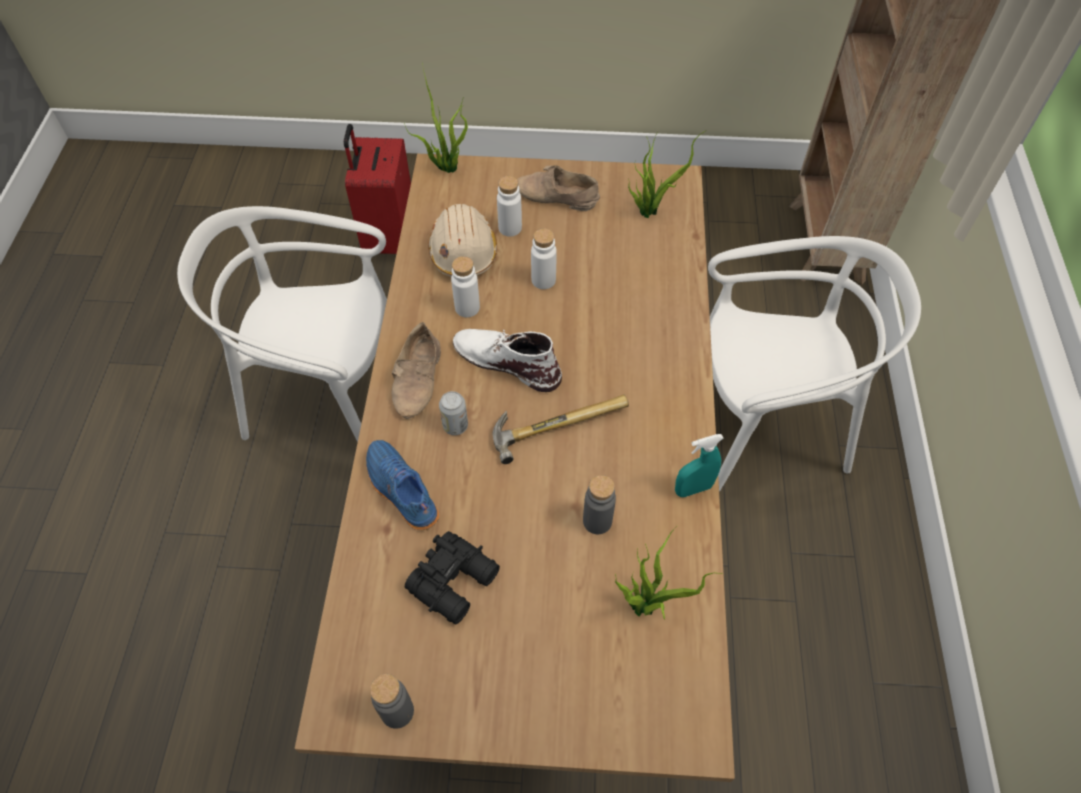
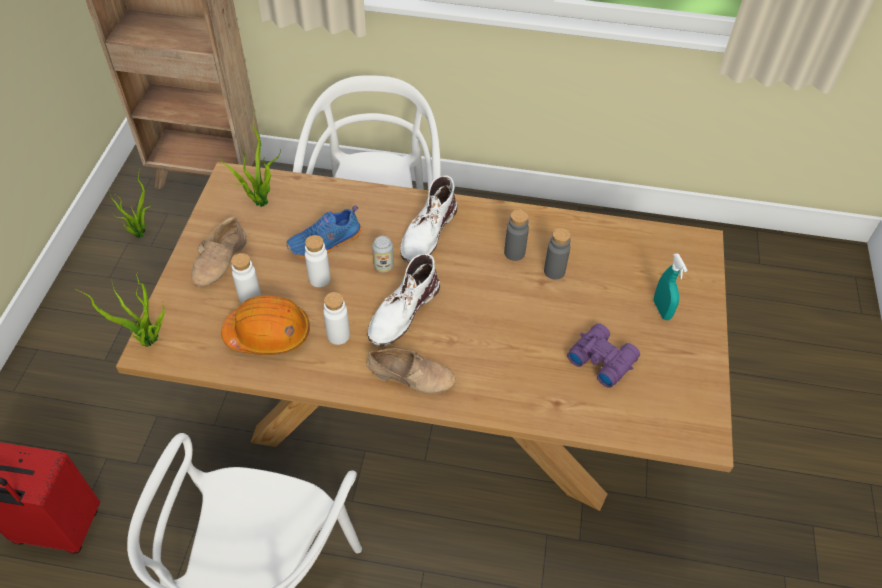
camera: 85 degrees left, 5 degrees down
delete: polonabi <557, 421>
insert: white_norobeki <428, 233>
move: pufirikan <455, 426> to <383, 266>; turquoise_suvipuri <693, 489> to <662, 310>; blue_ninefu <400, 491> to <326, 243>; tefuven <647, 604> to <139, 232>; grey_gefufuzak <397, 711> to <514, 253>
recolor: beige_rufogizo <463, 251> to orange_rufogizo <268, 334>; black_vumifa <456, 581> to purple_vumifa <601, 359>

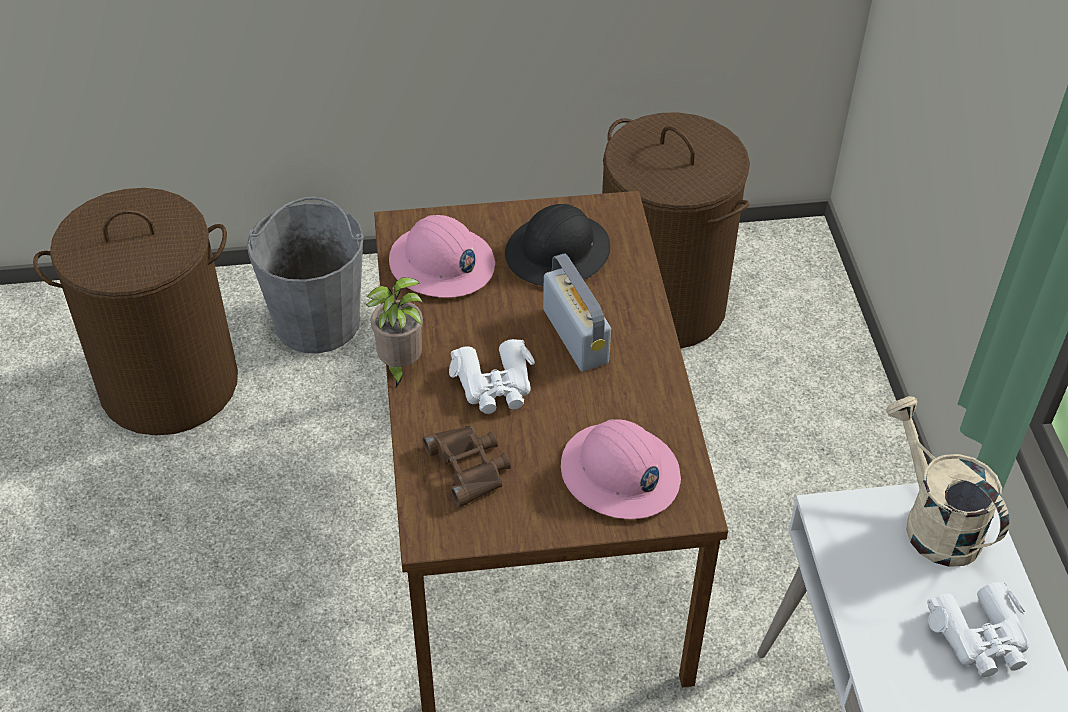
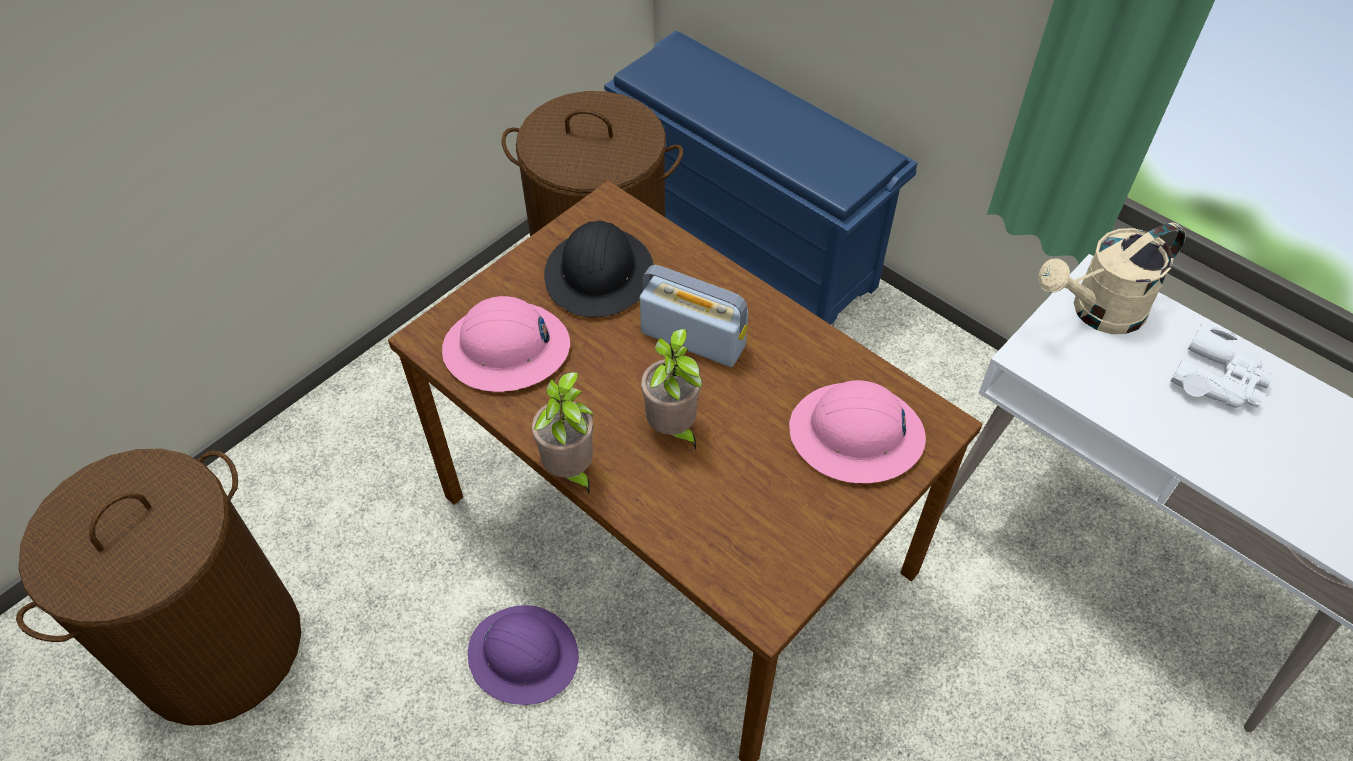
camera: 40 degrees left, 5 degrees up
delete: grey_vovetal <317, 321>; brown_vumifa <469, 467>
insert: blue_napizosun <748, 246>; purple_rufogizo <523, 655>
replace: white_vumifa <495, 385> to tefuven <673, 429>
rotate: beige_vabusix <933, 521> = <1097, 312> 45 degrees counterclockwise

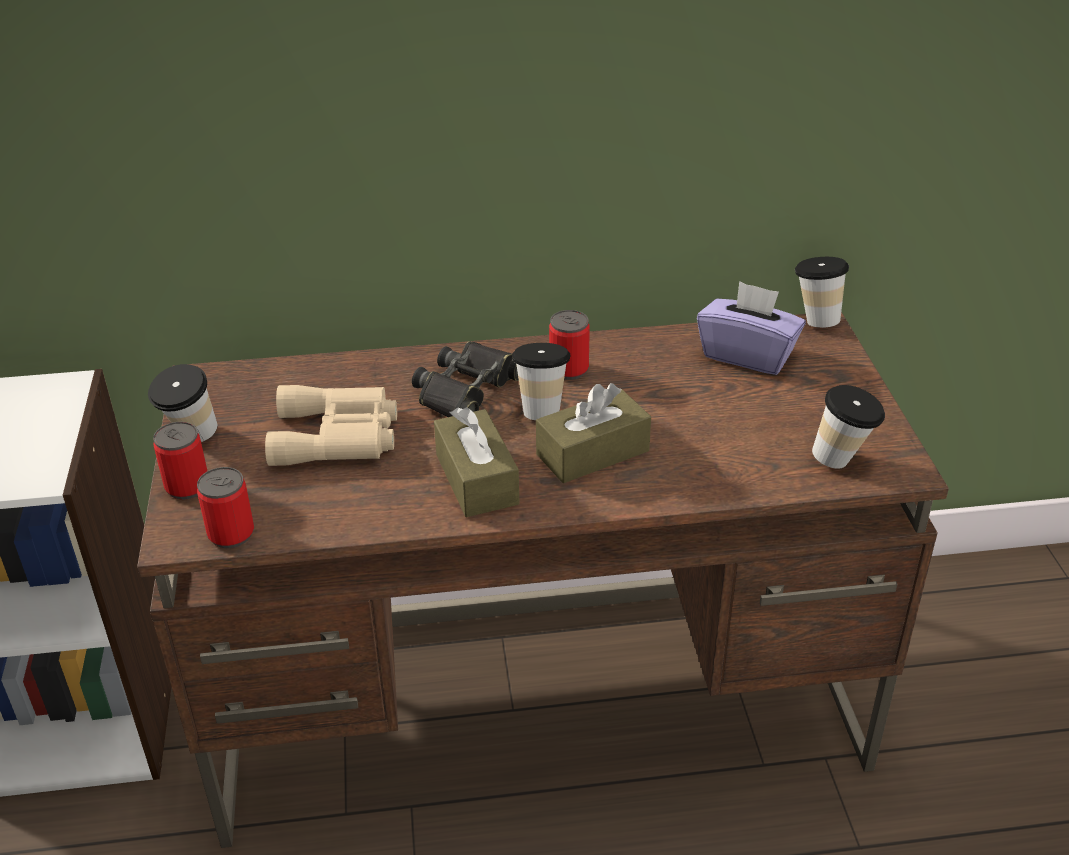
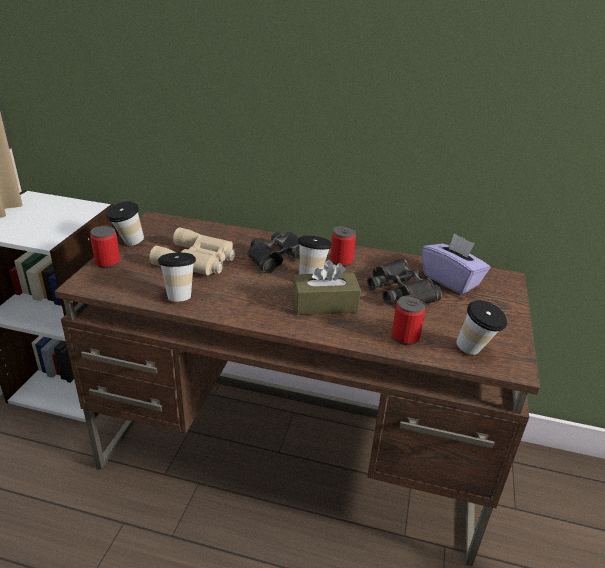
camera: 20 degrees right, 5 degrees down
delete: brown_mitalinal <476, 479>
insert: black_vumifa <400, 290>
move: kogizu <815, 319> to <179, 295>; pufirikan <231, 534> to <405, 337>

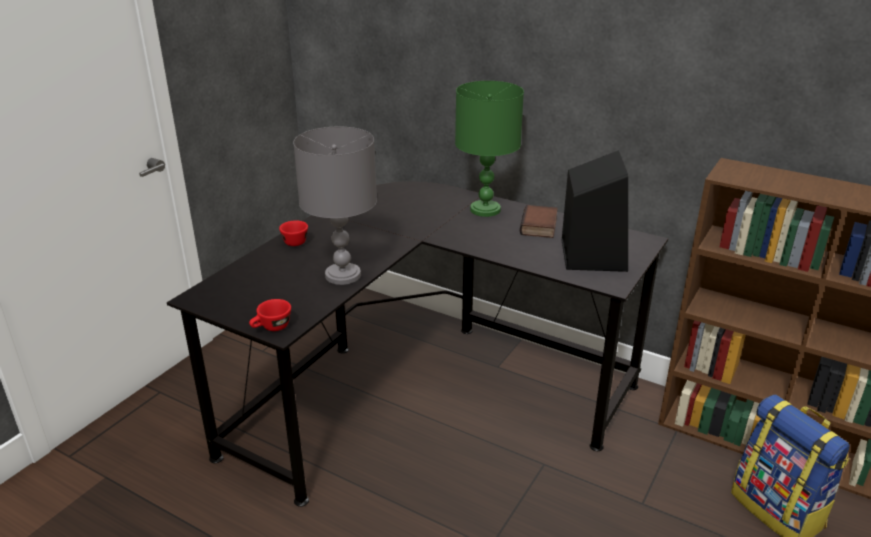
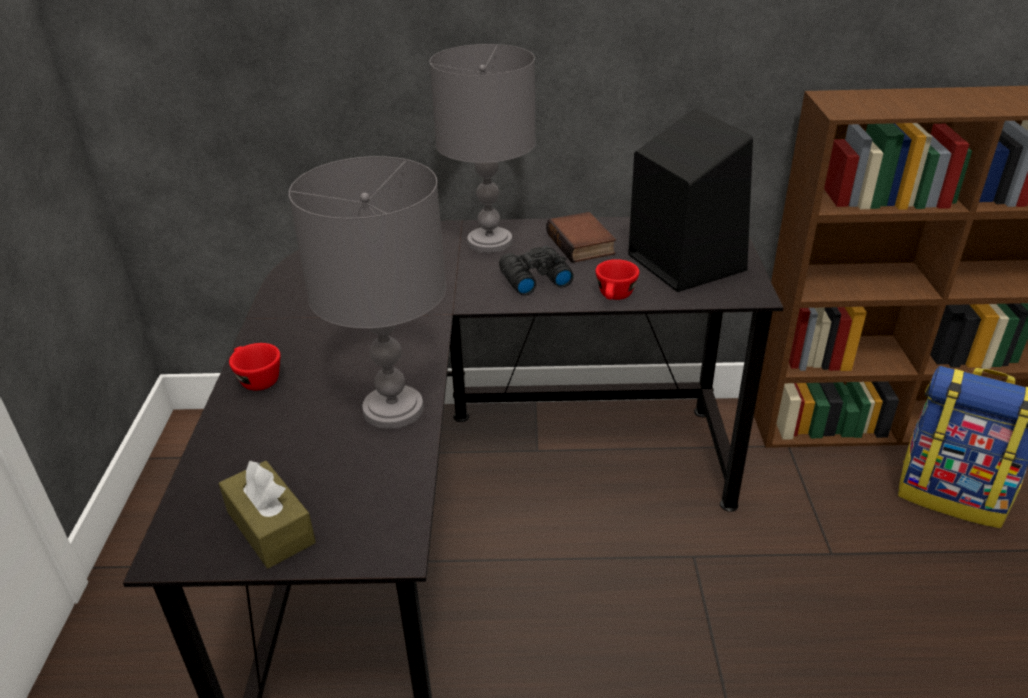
camera: 30 degrees left, 5 degrees up
insert: black_vumifa <533, 279>; brown_mitalinal <270, 527>
move: red_kogizu <271, 328> to <615, 297>
recolor: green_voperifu <485, 210> to grey_voperifu <491, 242>

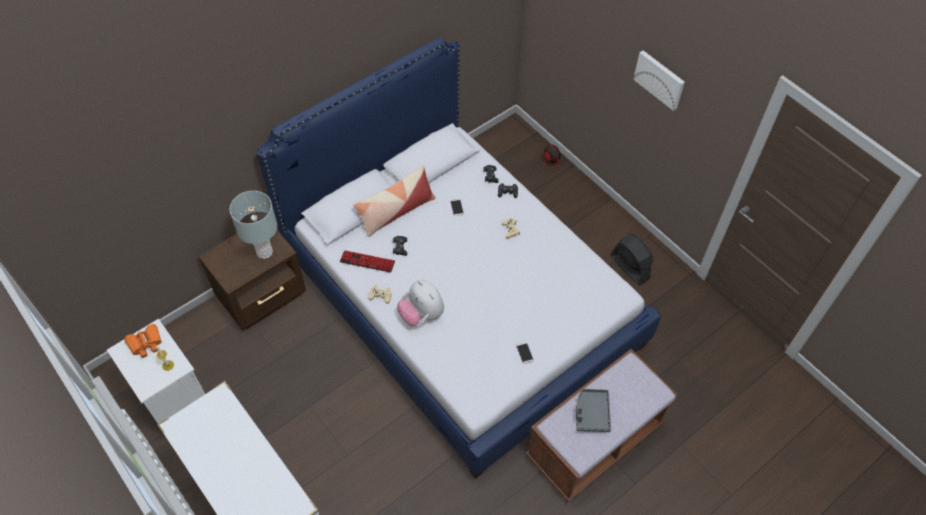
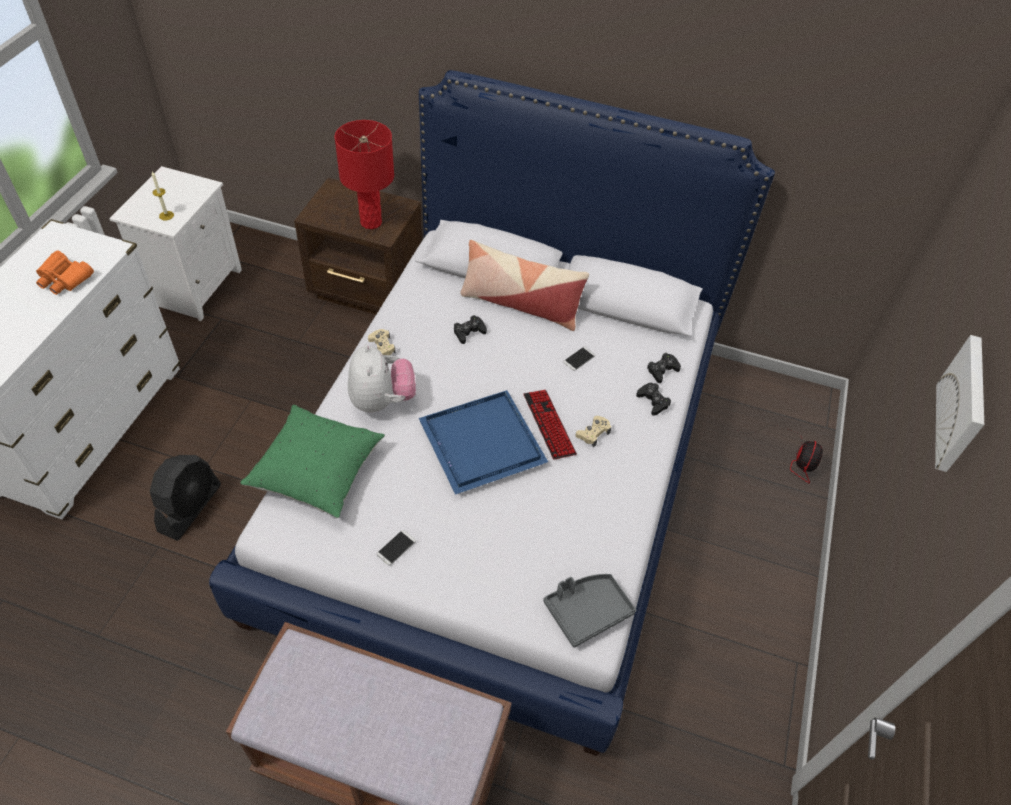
camera: 55 degrees right, 5 degrees down
insert: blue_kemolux <479, 441>; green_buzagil <317, 472>
move: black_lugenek <629, 267> to <190, 508>; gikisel <367, 262> to <549, 424>; orange_vumifa <146, 344> to <64, 279>; grey_kemolux <591, 413> to <587, 611>
recolor: grey_voperifu <264, 252> to red_voperifu <370, 222>
rotate: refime <421, 314> = <382, 400> 150 degrees clockwise

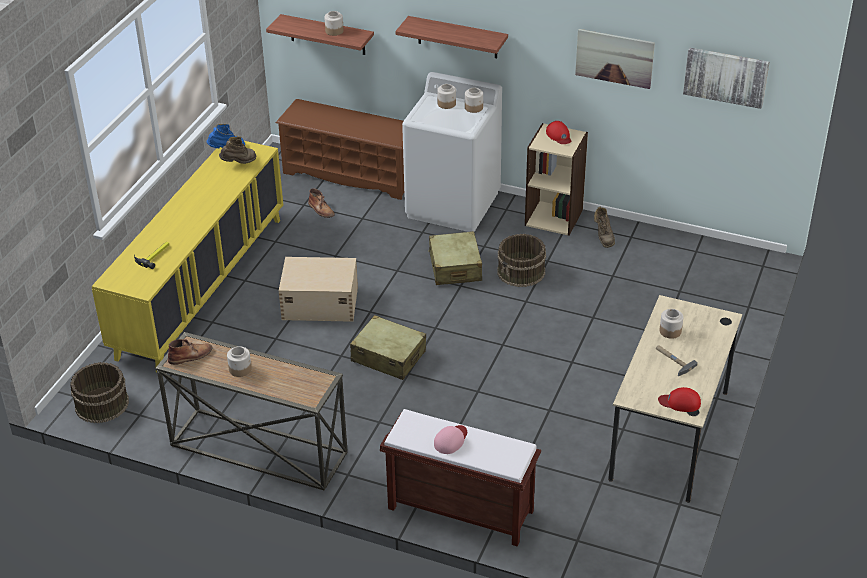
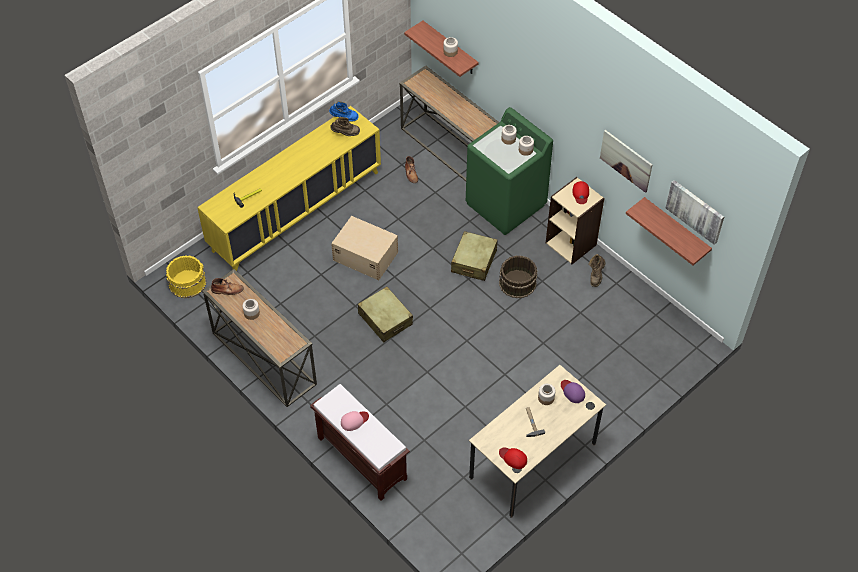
camera: 25 degrees right, 15 degrees up
insert: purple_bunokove <572, 392>
move: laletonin <457, 37> to <676, 229>
replace: brown_napizosun <350, 174> to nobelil <449, 148>
recolor: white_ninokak <453, 205> to green_ninokak <506, 204>; brown_vovetal <101, 404> to yellow_vovetal <187, 283>

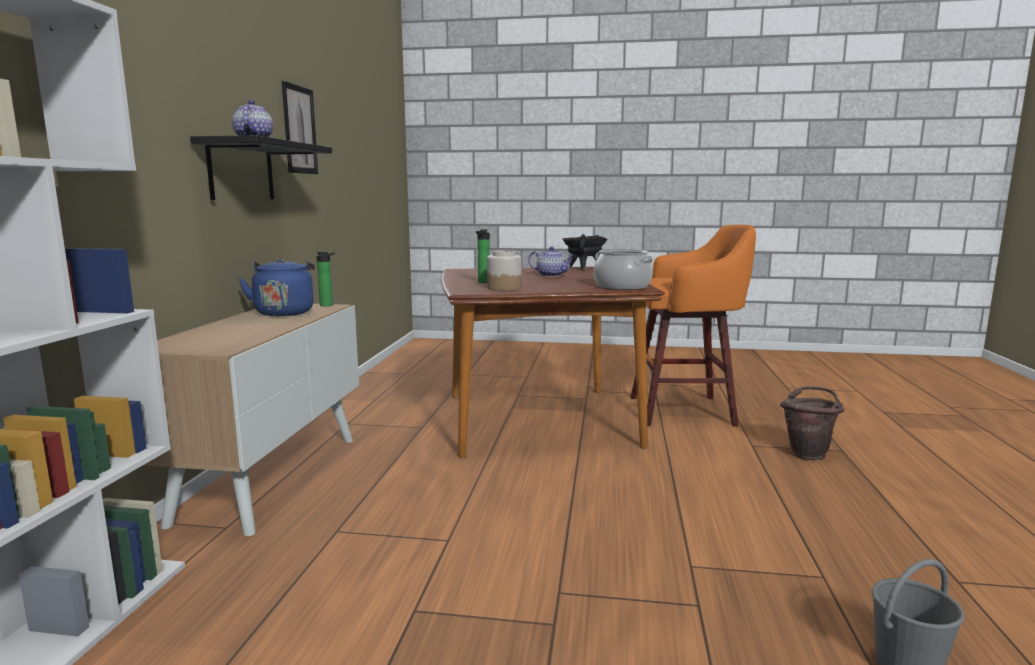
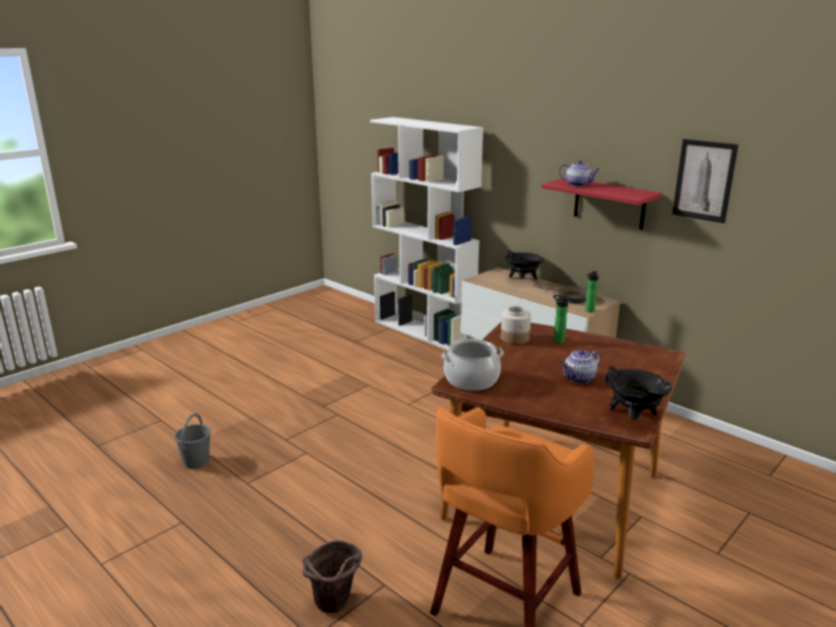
camera: 125 degrees right, 10 degrees up
insert: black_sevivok <523, 280>
replace: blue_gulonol <284, 312> to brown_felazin <570, 298>
recolor: black_laletonin <241, 171> to red_laletonin <609, 203>

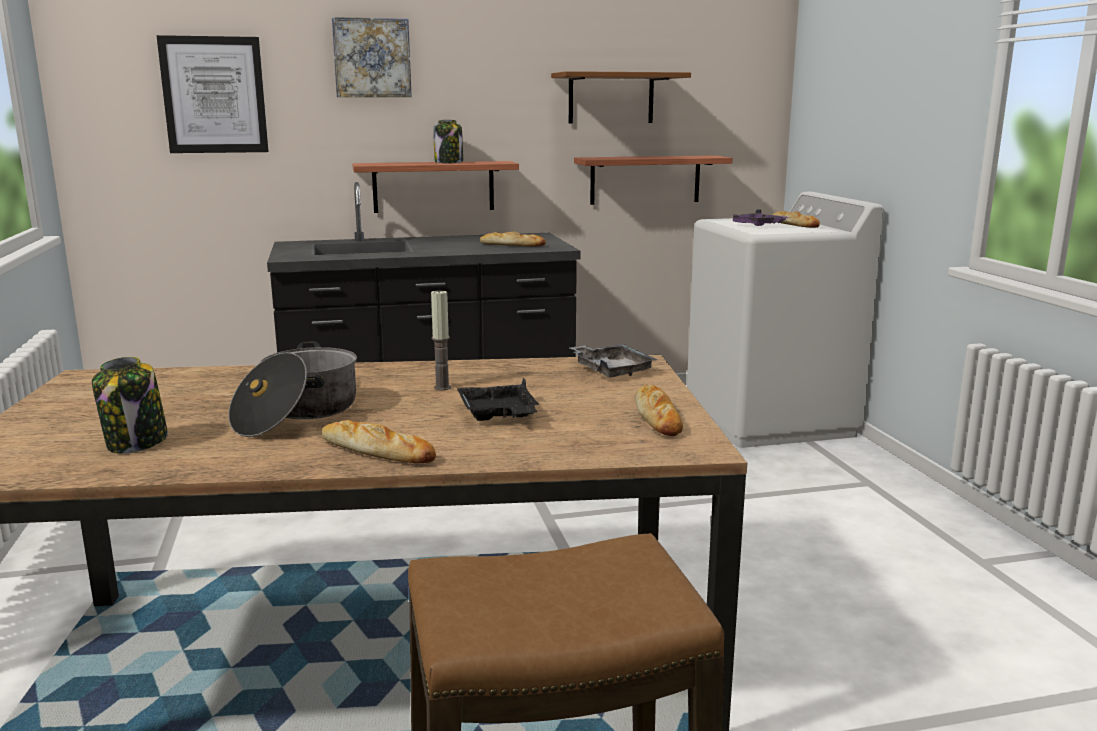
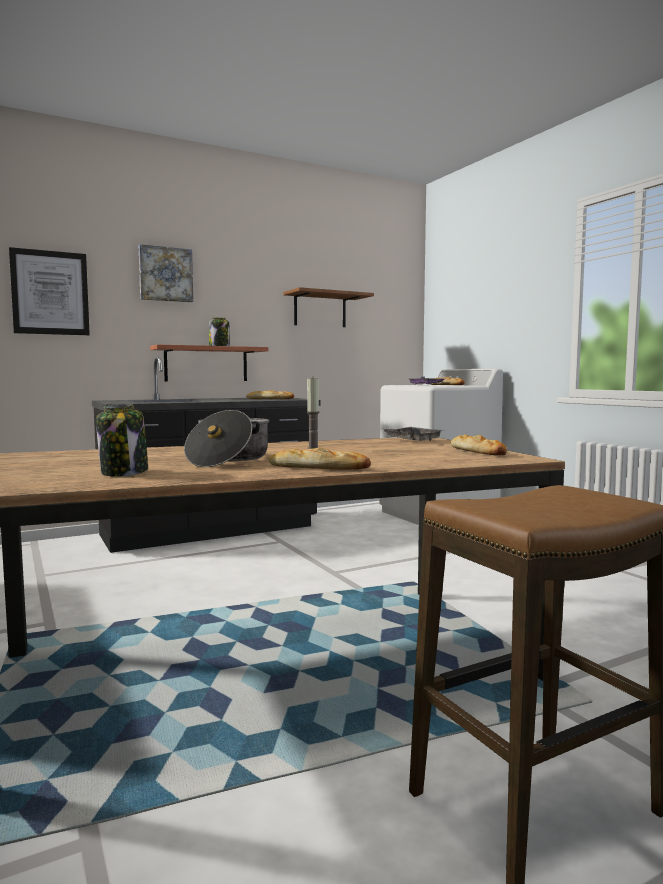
camera: 15 degrees left, 10 degrees down
delete: laletonin <645, 179>; black_kemolux <498, 415>

